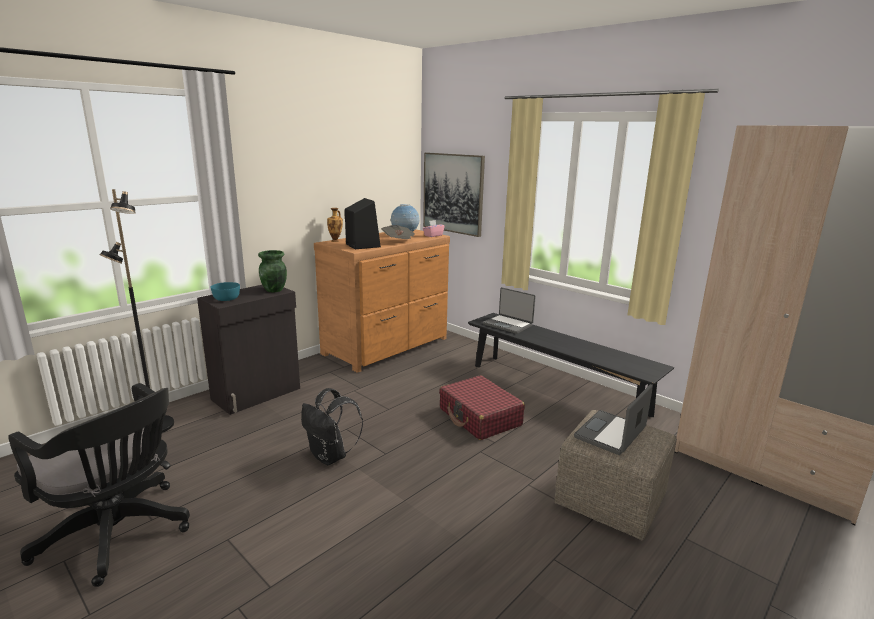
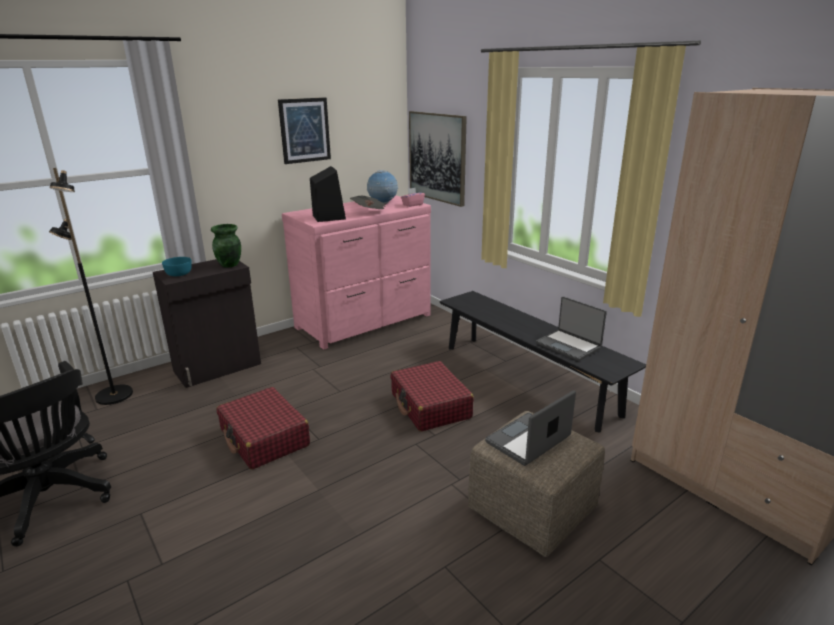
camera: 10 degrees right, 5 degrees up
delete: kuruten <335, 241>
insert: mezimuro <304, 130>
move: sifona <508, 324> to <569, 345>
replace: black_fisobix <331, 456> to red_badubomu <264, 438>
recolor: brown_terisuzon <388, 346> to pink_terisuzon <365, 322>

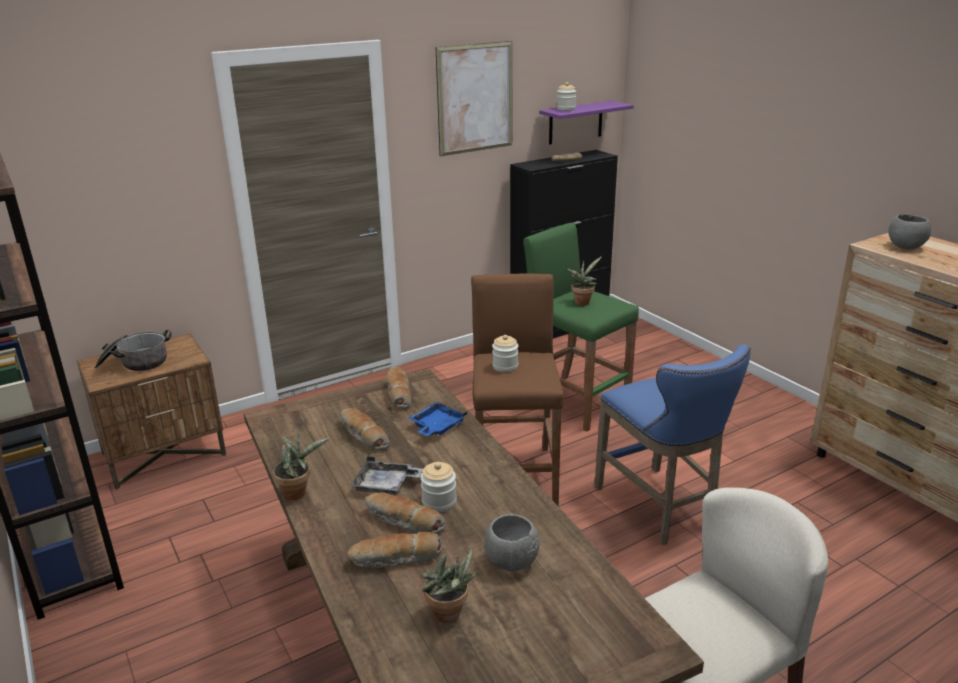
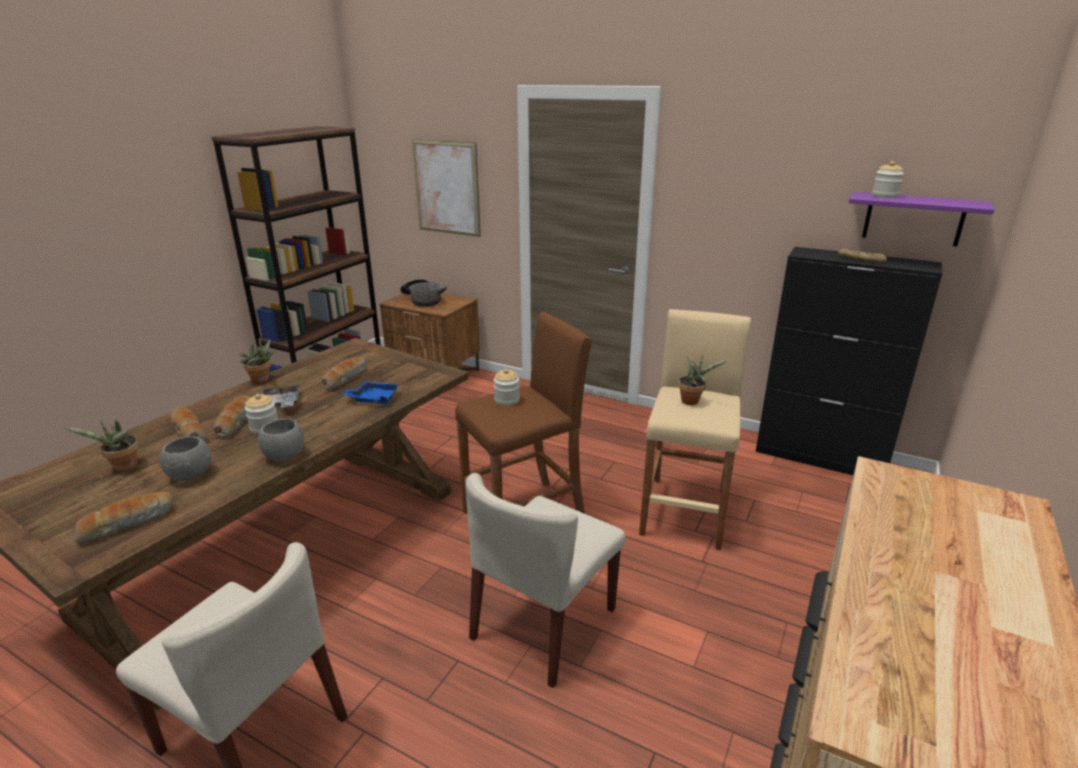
camera: 60 degrees right, 0 degrees up
move: mezimuro <475, 98> to <446, 188>; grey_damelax <905, 247> to <284, 456>; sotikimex <398, 394> to <127, 523>
replace: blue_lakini <659, 509> to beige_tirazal <544, 624>
recolor: green_lakini <575, 402> to beige_lakini <685, 511>

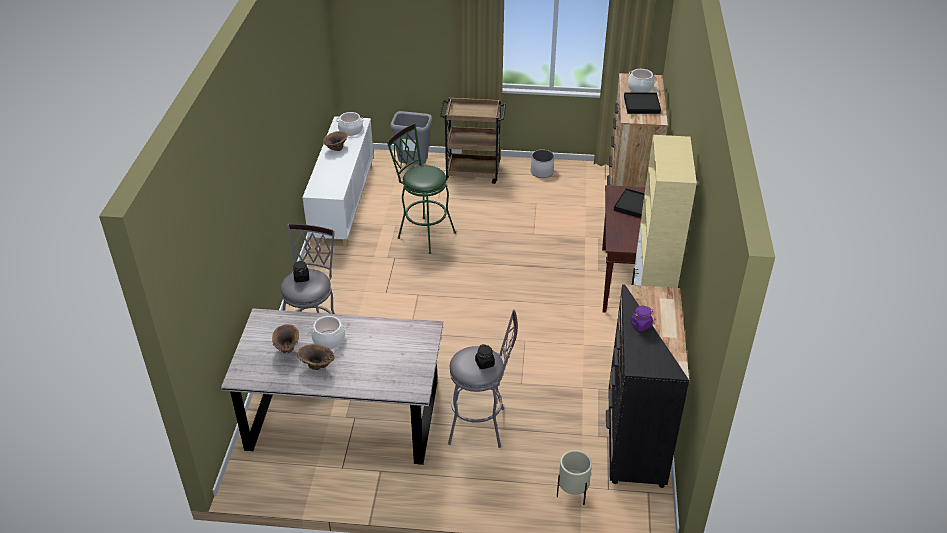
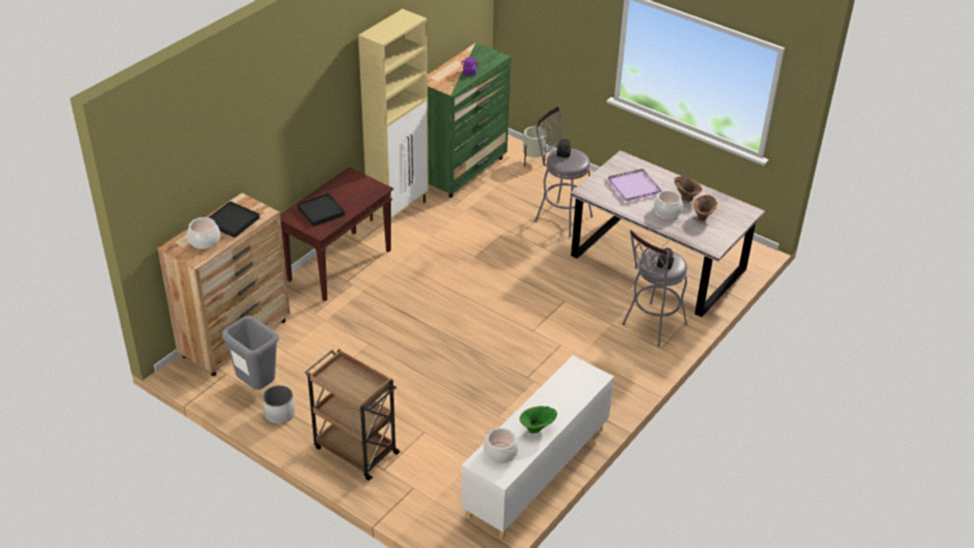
camera: 150 degrees left, 0 degrees up
delete: green_lakini <423, 233>
insert: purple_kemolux <633, 188>
move: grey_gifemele <413, 167> to <256, 386>
recolor: brown_kuruten <336, 149> to green_kuruten <537, 429>; black_terisuzon <635, 441> to green_terisuzon <463, 170>

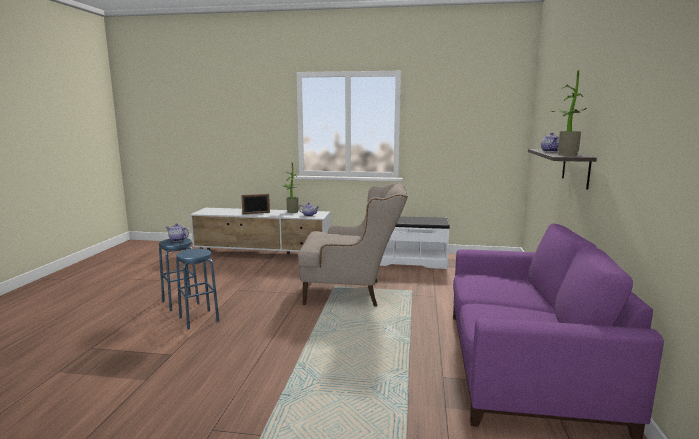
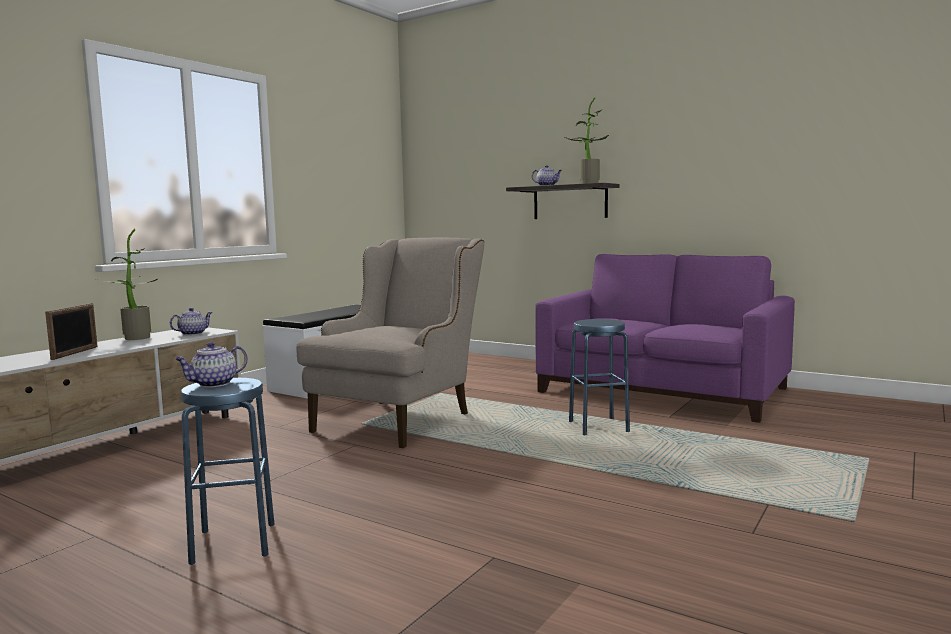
camera: 65 degrees left, 5 degrees down
move: blue_lakini <199, 319> to <598, 427>

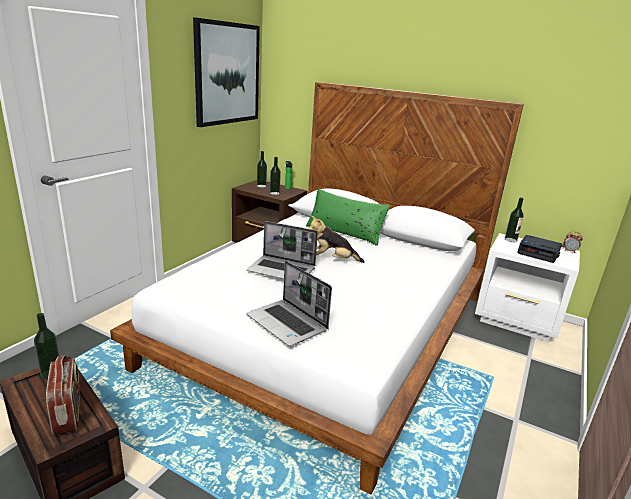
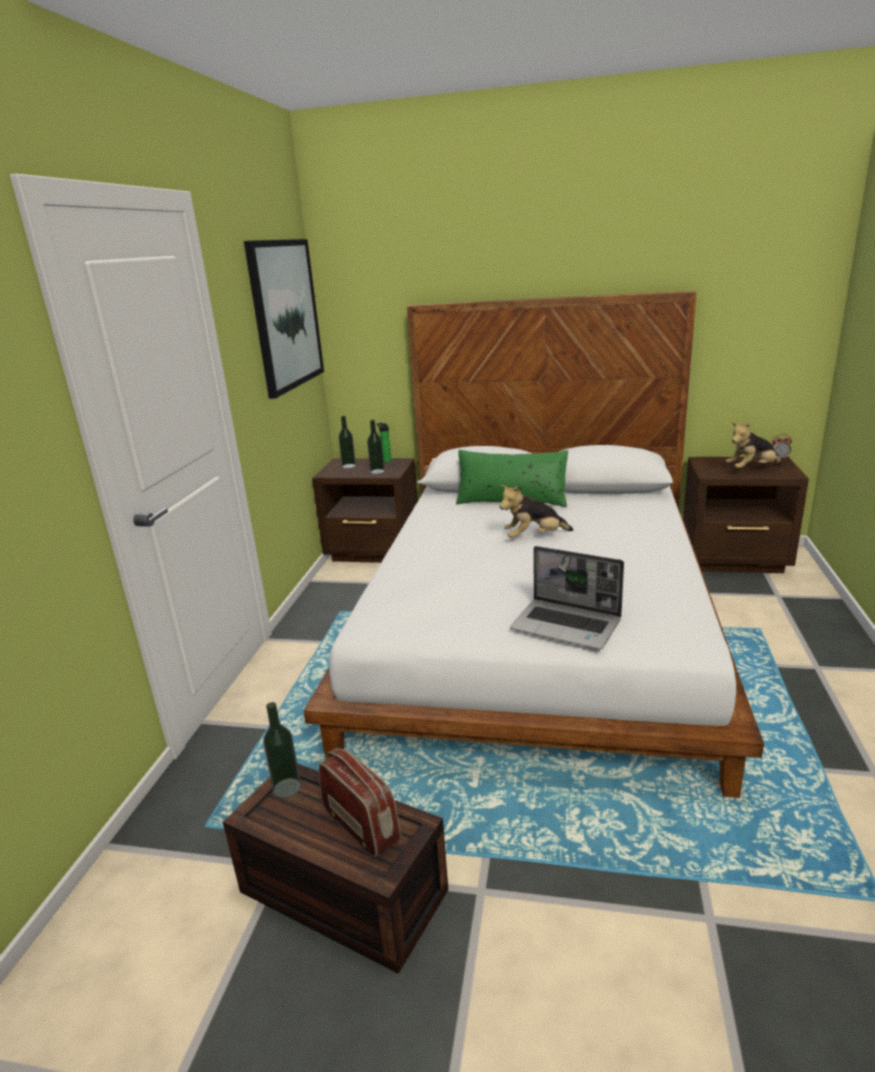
camera: 15 degrees left, 0 degrees up
delete: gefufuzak <510, 240>; sifona <282, 270>
replace: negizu <538, 253> to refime <751, 469>
recolor: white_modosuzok <517, 321> to brown_modosuzok <735, 560>

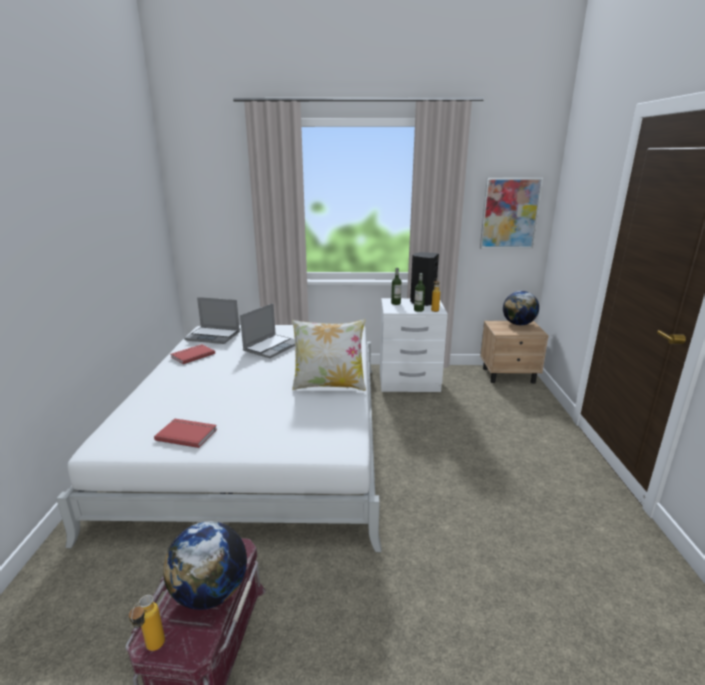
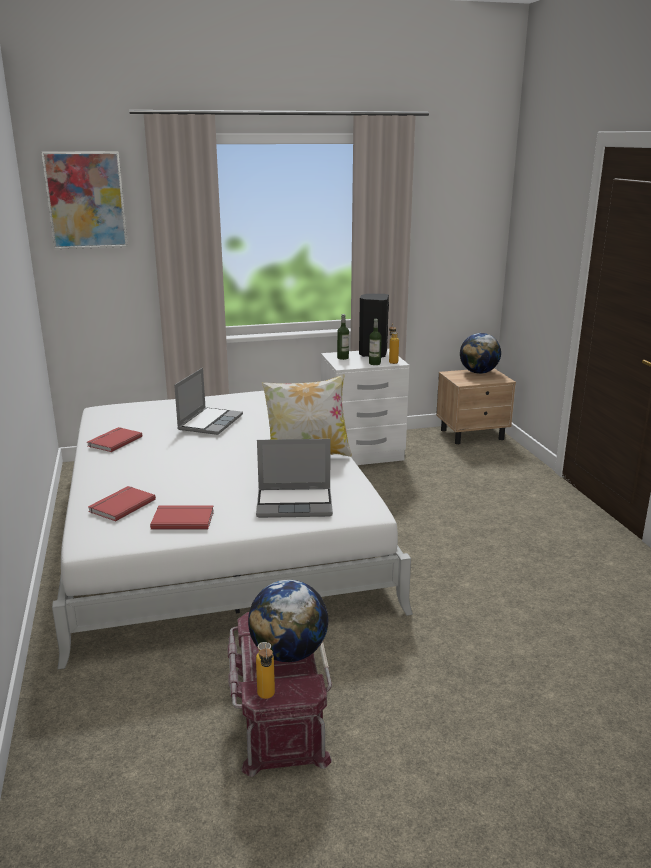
camera: 15 degrees left, 0 degrees up
insert: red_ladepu <120, 505>
move: mezimuro <509, 213> to <86, 200>; sifona <214, 336> to <295, 503>

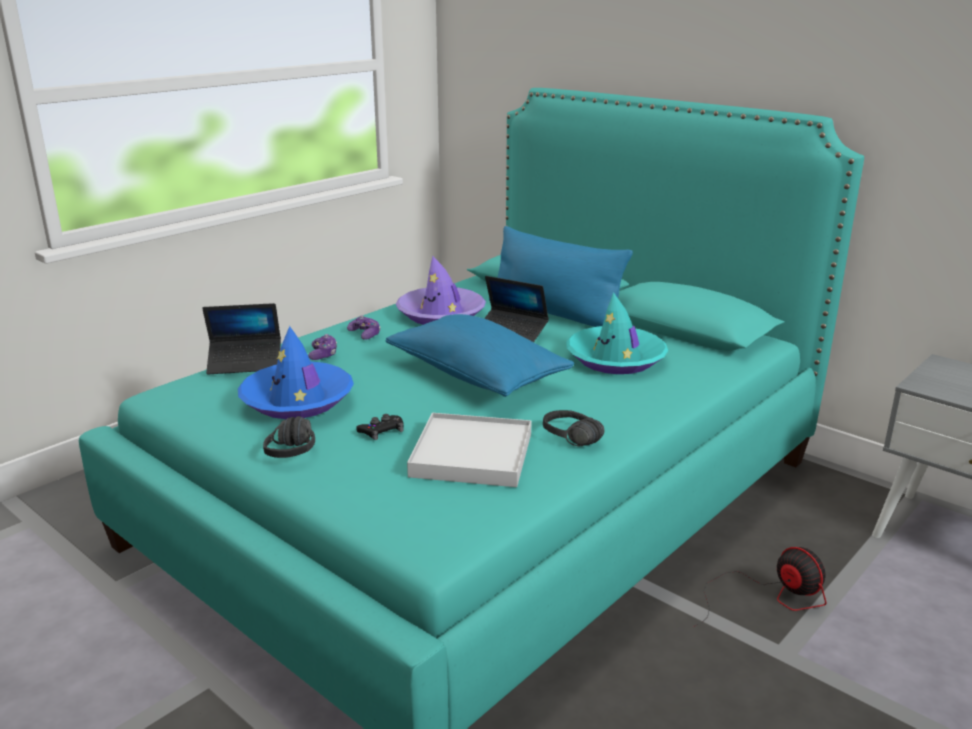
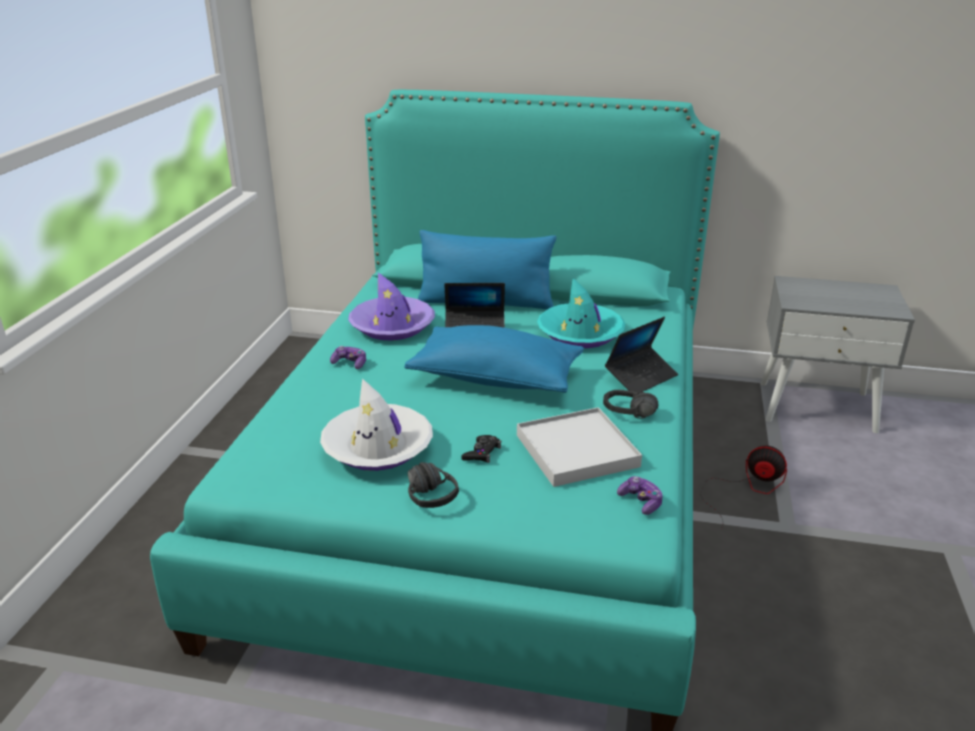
camera: 30 degrees left, 5 degrees up
move: sifona <245, 363> to <641, 377>; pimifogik <323, 354> to <640, 502>
recolor: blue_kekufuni <297, 400> to white_kekufuni <378, 447>

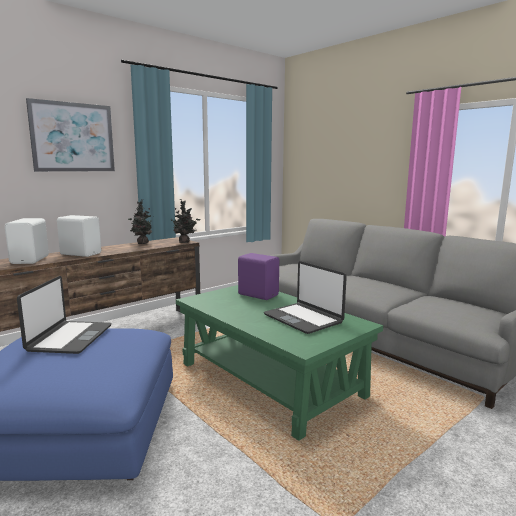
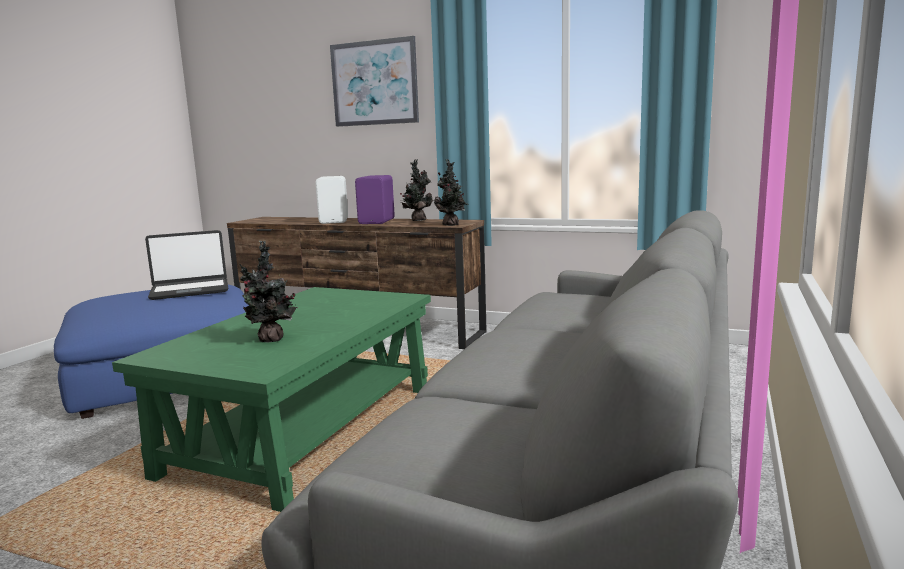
camera: 65 degrees right, 0 degrees up
delete: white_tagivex <31, 260>
move: purple_tagivex <258, 294> to <378, 221>
replace: sifona <303, 318> to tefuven <270, 340>

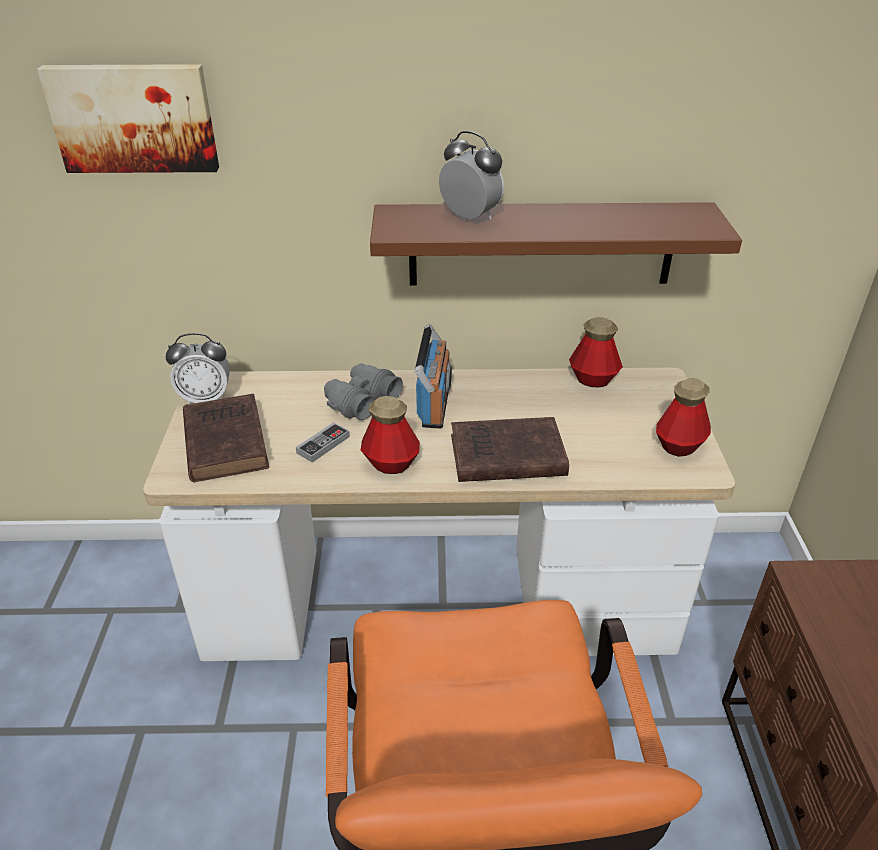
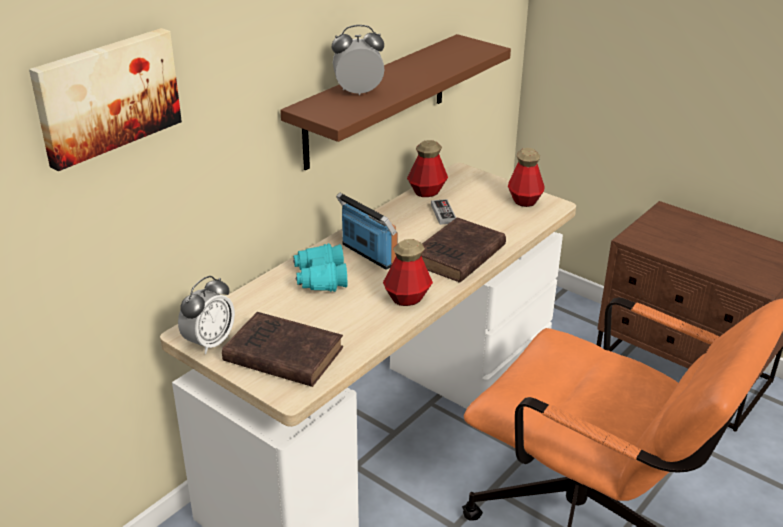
camera: 50 degrees left, 5 degrees down
move: pimifogik <323, 444> to <443, 214>
recolor: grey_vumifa <361, 401> to turquoise_vumifa <320, 278>

